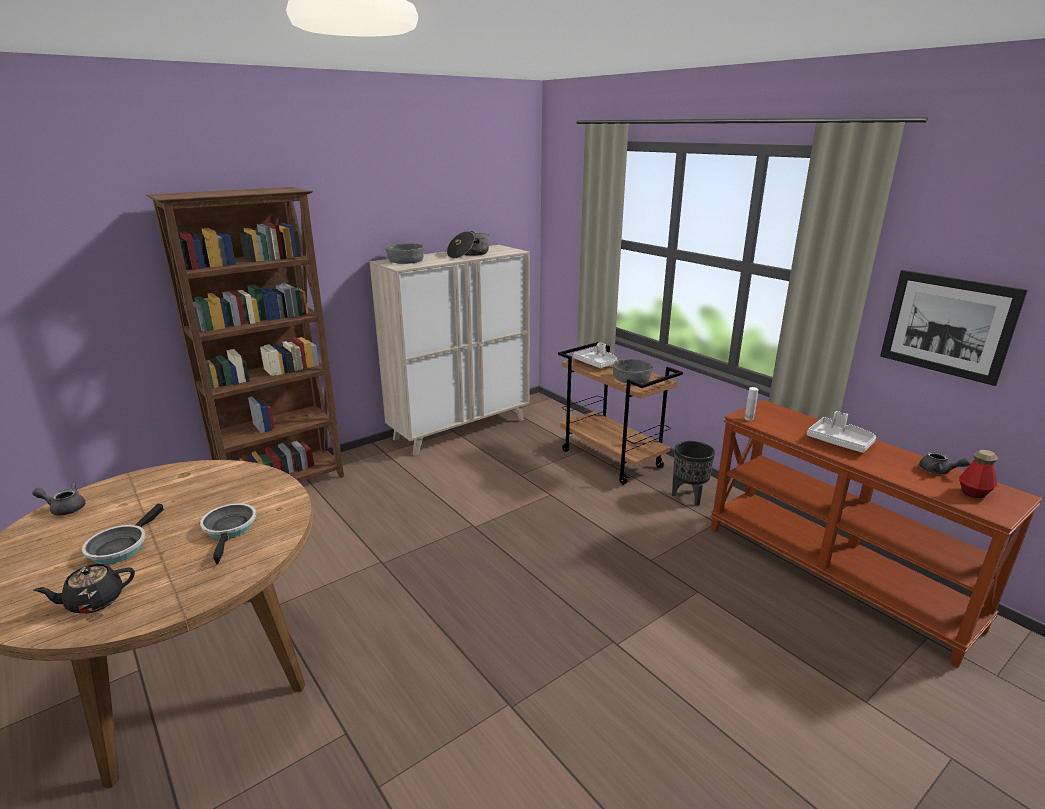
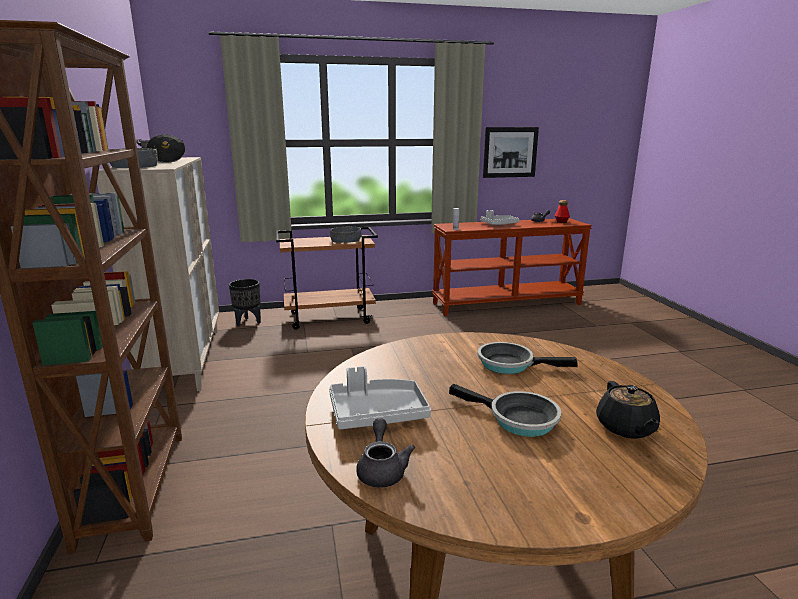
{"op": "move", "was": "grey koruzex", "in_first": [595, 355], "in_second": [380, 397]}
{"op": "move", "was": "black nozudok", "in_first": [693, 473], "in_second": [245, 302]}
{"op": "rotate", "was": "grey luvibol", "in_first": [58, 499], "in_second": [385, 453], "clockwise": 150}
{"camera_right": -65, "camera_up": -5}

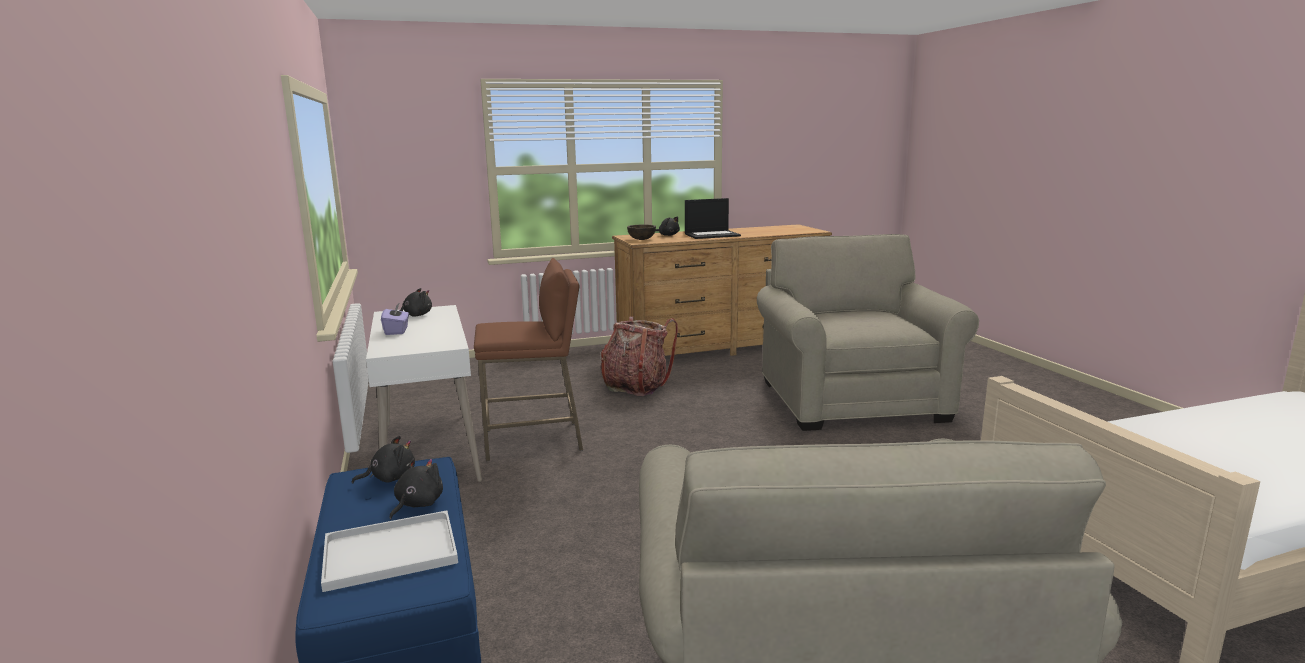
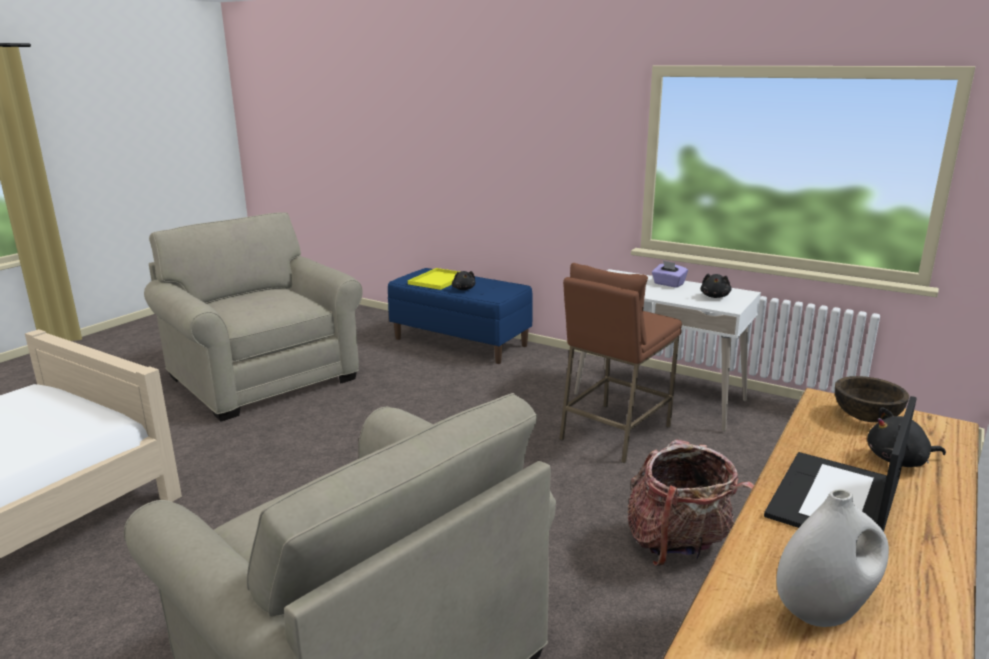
{"op": "delete", "was": "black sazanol", "in_first": [383, 460]}
{"op": "recolor", "was": "white koruzex", "now": "yellow koruzex", "in_first": [389, 551], "in_second": [434, 279]}
{"op": "insert", "now": "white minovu", "in_second": [833, 558]}
{"camera_right": 140, "camera_up": 5}

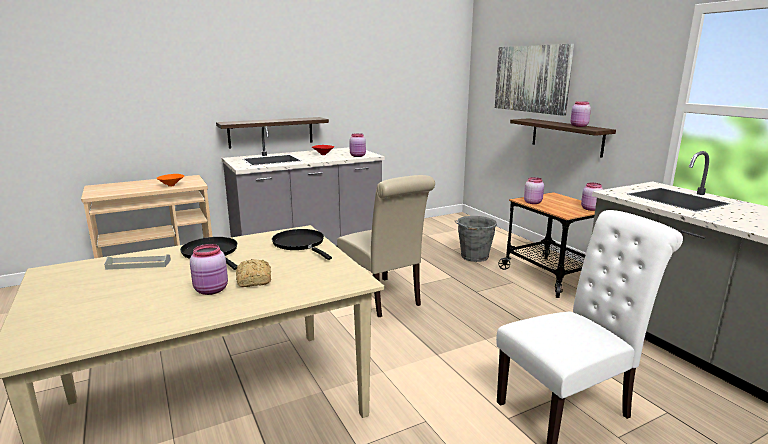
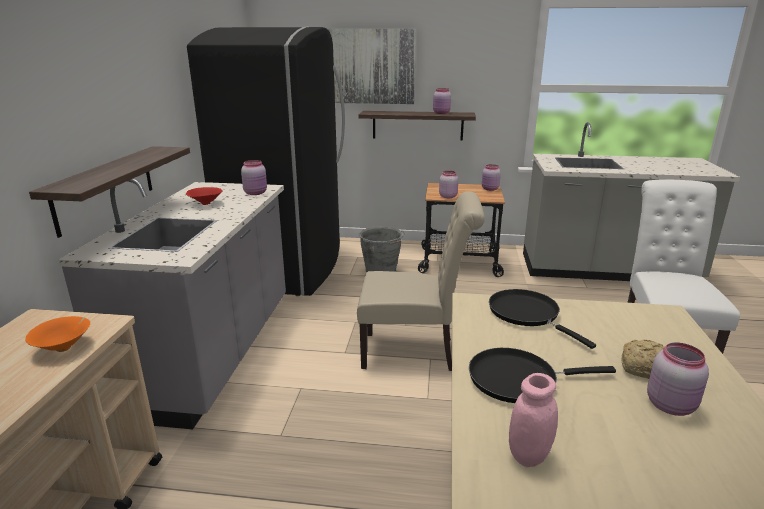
{"op": "rotate", "was": "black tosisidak", "in_first": [302, 244], "in_second": [542, 319], "clockwise": 60}
{"op": "replace", "was": "grey koruzex", "now": "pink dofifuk", "in_first": [137, 262], "in_second": [533, 420]}
{"op": "insert", "now": "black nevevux", "in_second": [266, 161]}
{"camera_right": -55, "camera_up": 5}

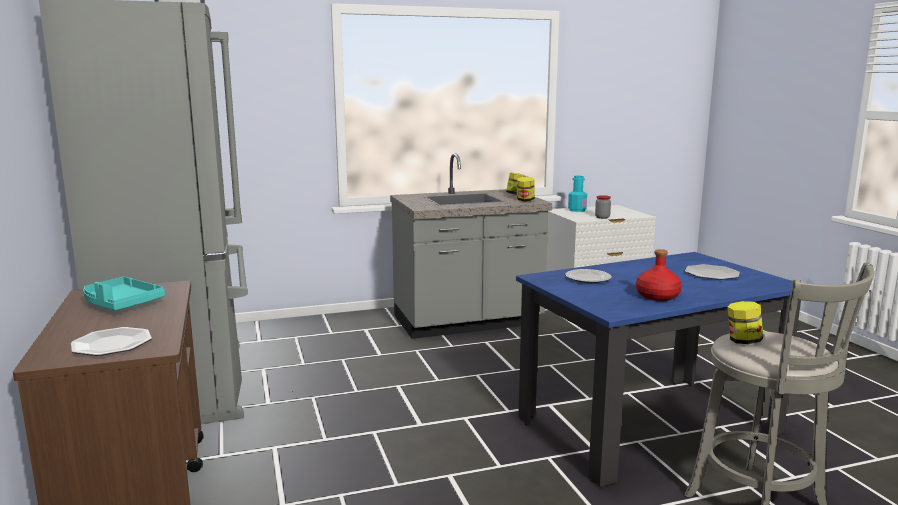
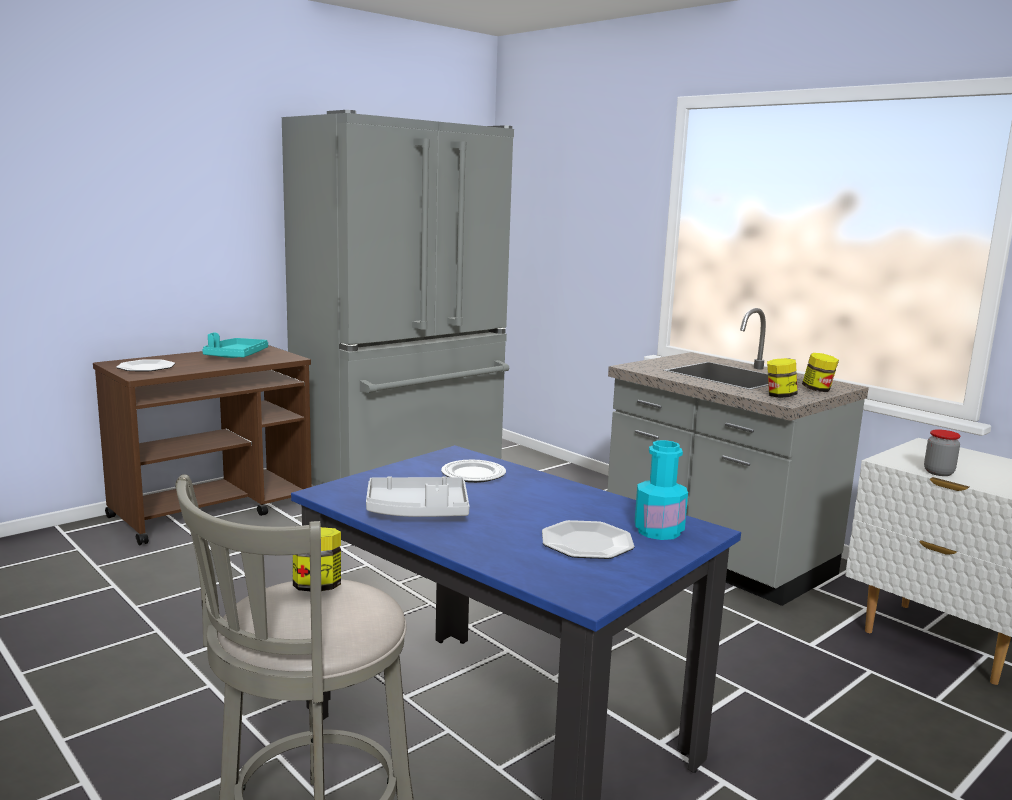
{"op": "move", "was": "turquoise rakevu", "in_first": [577, 194], "in_second": [661, 490]}
{"op": "replace", "was": "red rakevu", "now": "grey koruzex", "in_first": [659, 275], "in_second": [418, 496]}
{"camera_right": 65, "camera_up": 0}

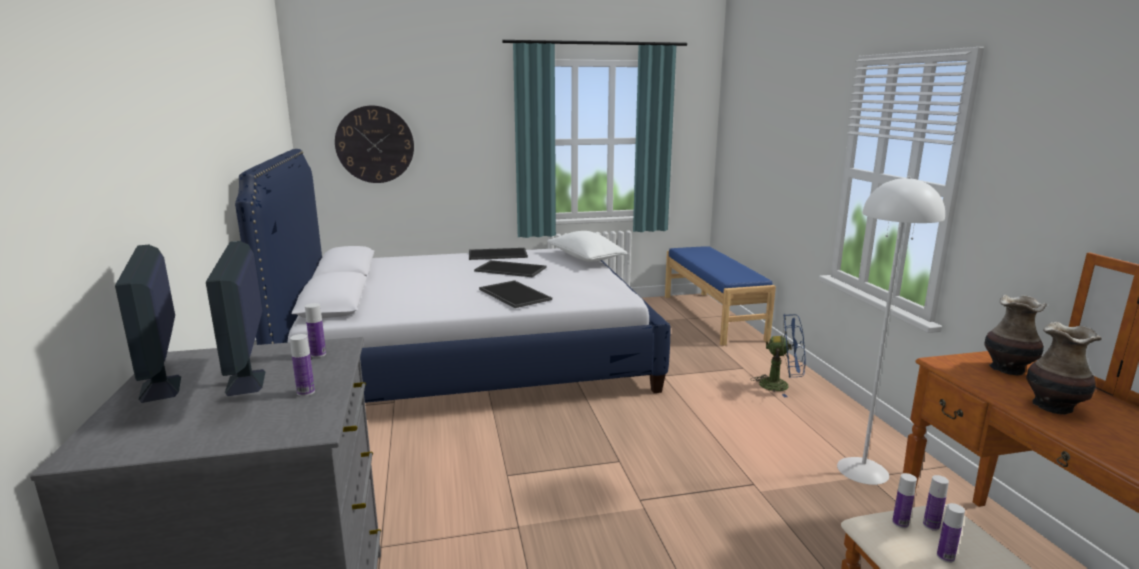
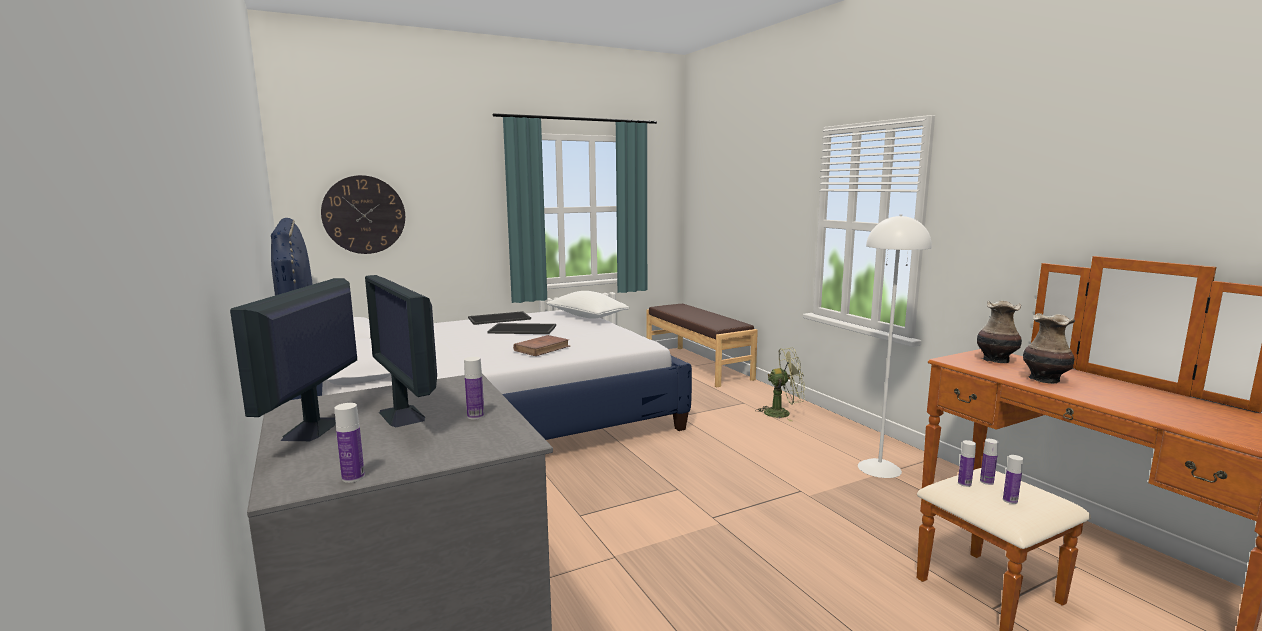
{"op": "rotate", "was": "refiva", "in_first": [148, 324], "in_second": [293, 359], "clockwise": 45}
{"op": "recolor", "was": "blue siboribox", "now": "brown siboribox", "in_first": [720, 296], "in_second": [702, 345]}
{"op": "replace", "was": "koruzex", "now": "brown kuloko", "in_first": [515, 294], "in_second": [541, 345]}
{"op": "move", "was": "rakevu", "in_first": [315, 330], "in_second": [349, 443]}
{"op": "recolor", "was": "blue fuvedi", "now": "green fuvedi", "in_first": [778, 355], "in_second": [780, 385]}
{"camera_right": -15, "camera_up": -5}

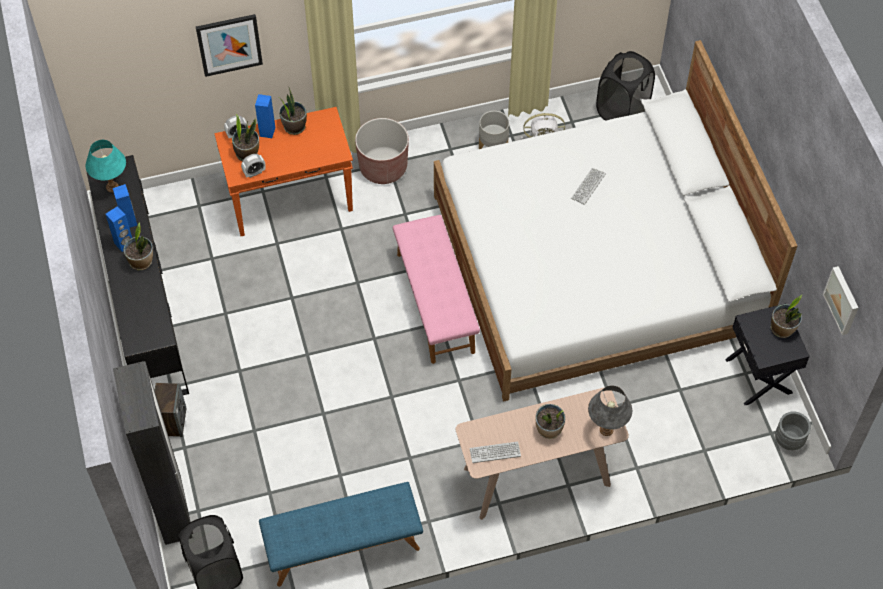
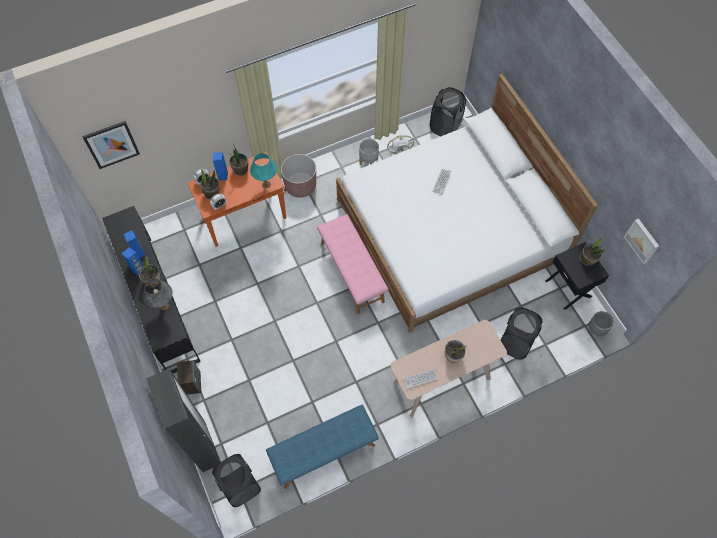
{"op": "move", "was": "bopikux", "in_first": [229, 45], "in_second": [111, 145]}
{"op": "move", "was": "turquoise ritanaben", "in_first": [105, 166], "in_second": [263, 170]}
{"op": "move", "was": "grey ritanaben", "in_first": [610, 411], "in_second": [158, 295]}
{"op": "insert", "now": "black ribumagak", "in_second": [522, 333]}
{"camera_right": -10, "camera_up": 5}

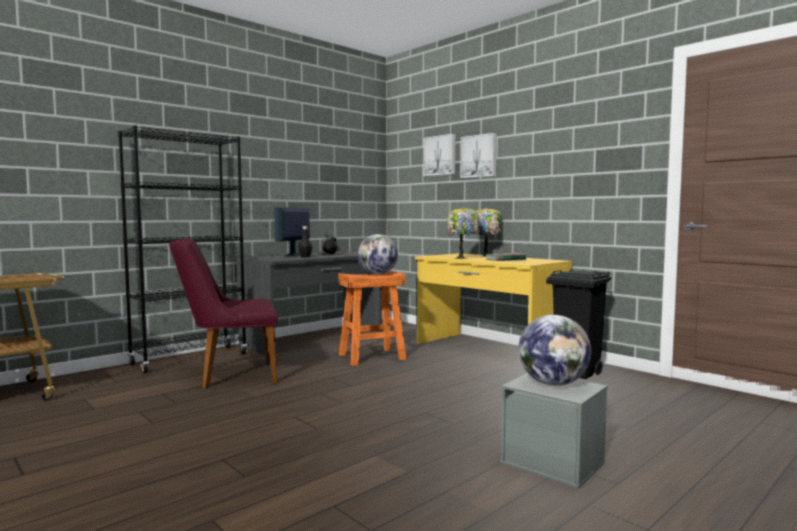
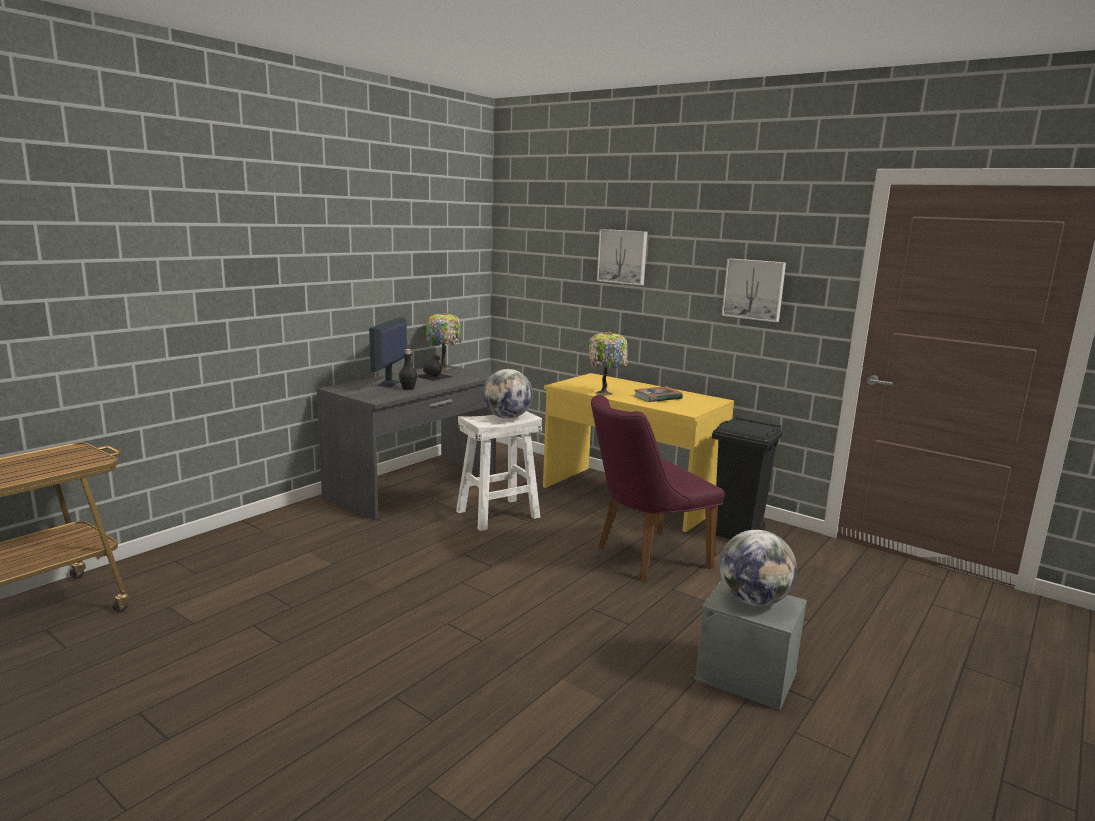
{"op": "delete", "was": "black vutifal", "in_first": [182, 249]}
{"op": "move", "was": "bopikux", "in_first": [439, 155], "in_second": [754, 290]}
{"op": "move", "was": "ritanaben", "in_first": [489, 232], "in_second": [443, 341]}
{"op": "move", "was": "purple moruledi", "in_first": [223, 313], "in_second": [658, 488]}
{"op": "recolor", "was": "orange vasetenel", "now": "white vasetenel", "in_first": [372, 318], "in_second": [499, 471]}
{"camera_right": -10, "camera_up": 10}

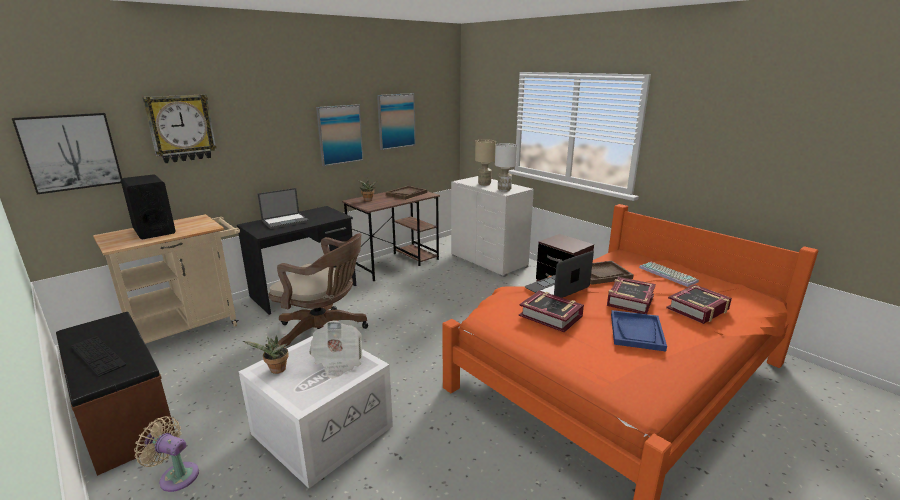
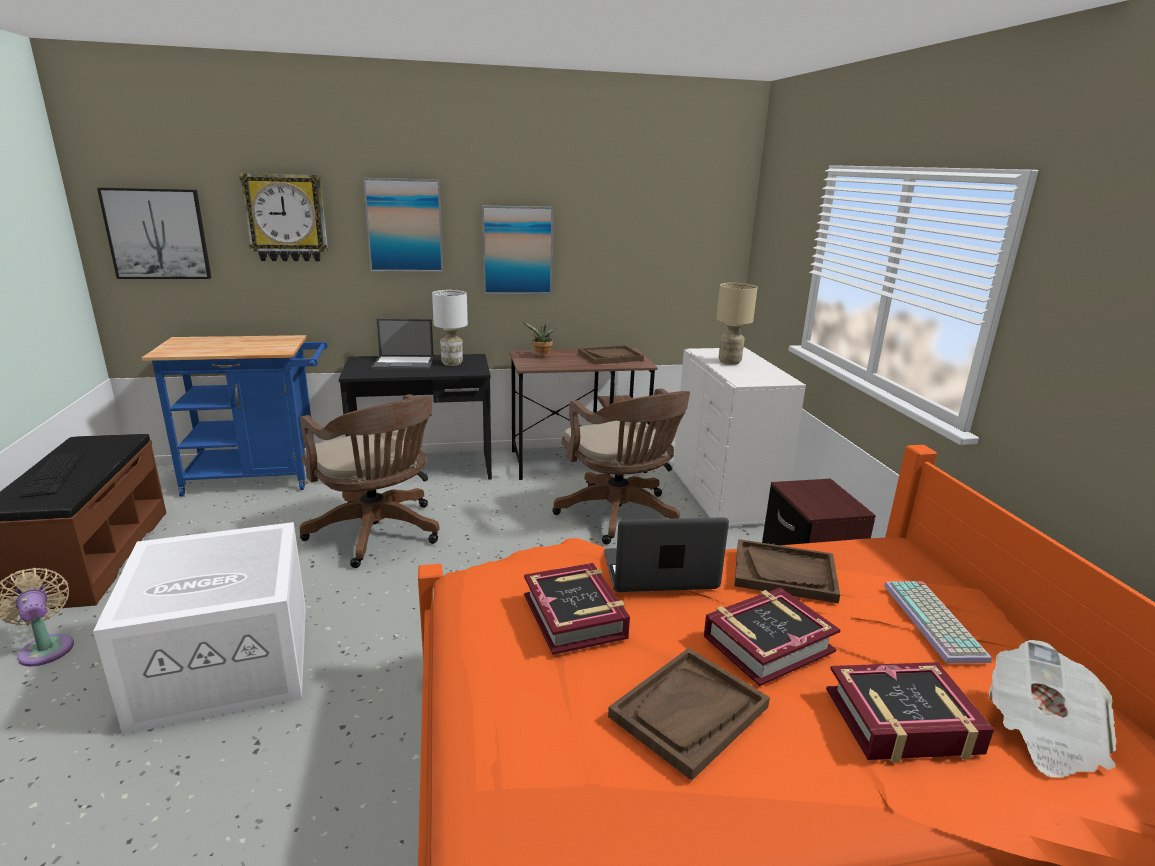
{"op": "move", "was": "bopikux", "in_first": [396, 121], "in_second": [403, 225]}
{"op": "move", "was": "white ritanaben", "in_first": [506, 167], "in_second": [450, 328]}
{"op": "delete", "was": "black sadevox", "in_first": [148, 206]}
{"op": "recolor", "was": "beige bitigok", "now": "blue bitigok", "in_first": [166, 279], "in_second": [235, 416]}
{"op": "recolor", "was": "blue koruzex", "now": "brown koruzex", "in_first": [639, 330], "in_second": [689, 714]}
{"op": "move", "was": "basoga", "in_first": [335, 349], "in_second": [1052, 709]}
{"op": "delete", "was": "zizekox", "in_first": [266, 355]}
{"op": "insert", "now": "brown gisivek", "in_second": [621, 466]}
{"camera_right": 30, "camera_up": 0}

